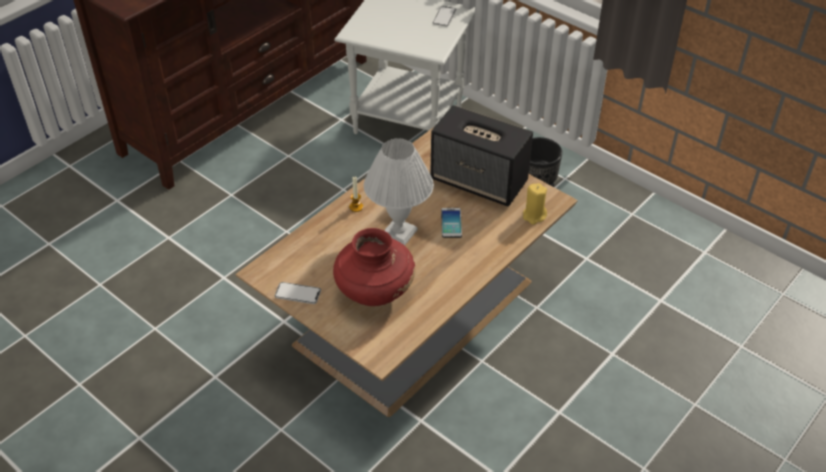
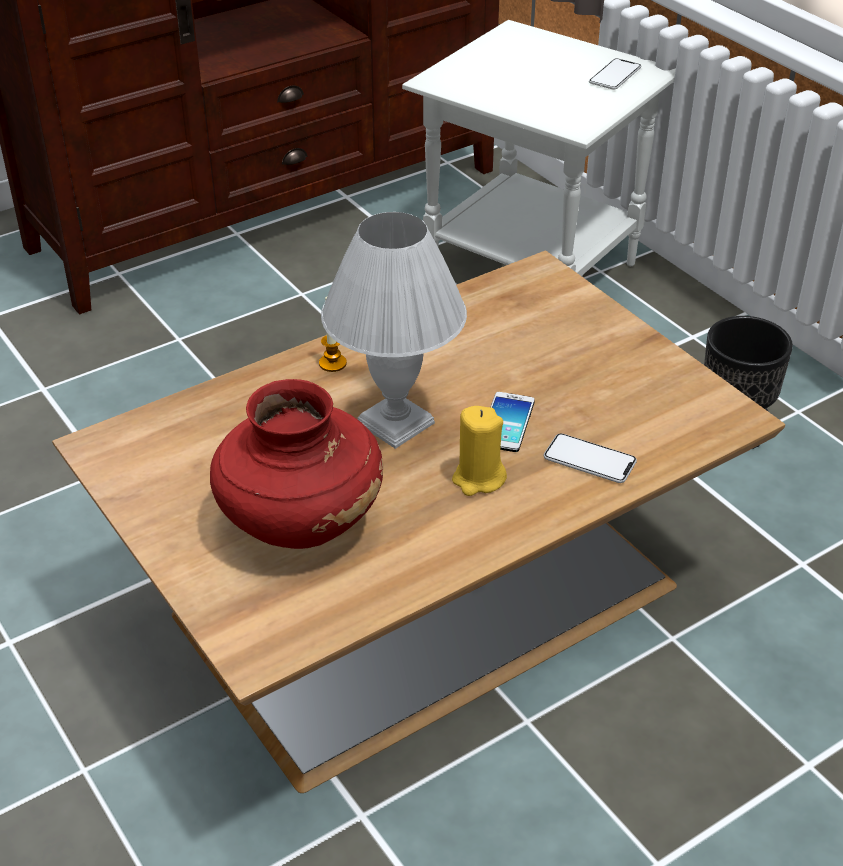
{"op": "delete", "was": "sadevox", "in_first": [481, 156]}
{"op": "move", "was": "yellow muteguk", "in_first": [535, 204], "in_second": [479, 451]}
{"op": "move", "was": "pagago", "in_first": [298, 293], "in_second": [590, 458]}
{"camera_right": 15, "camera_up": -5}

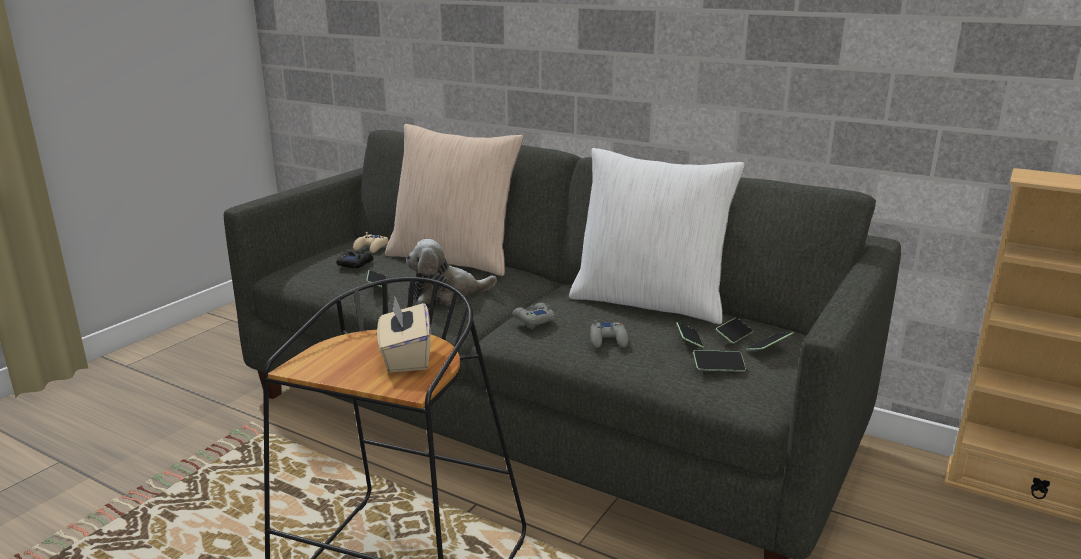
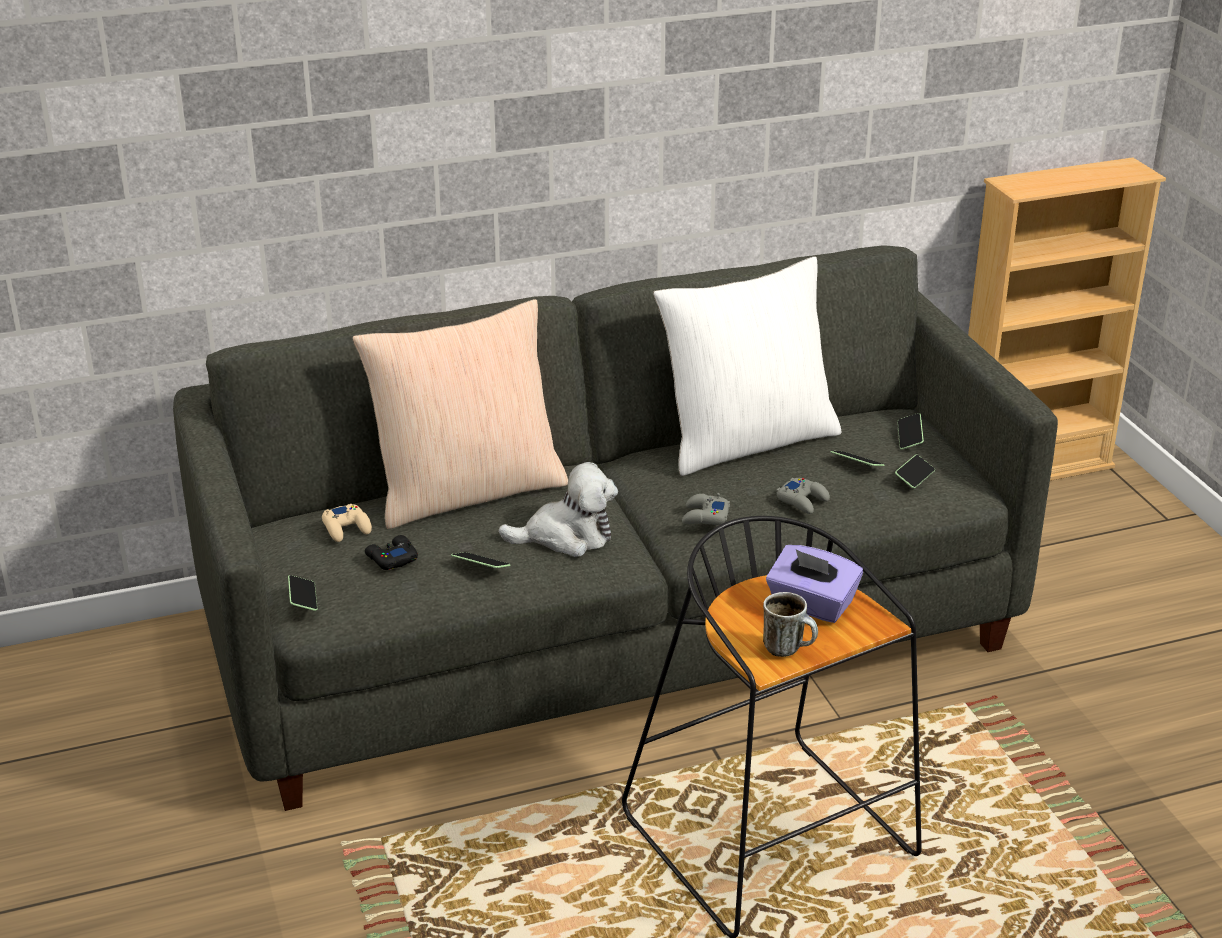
{"op": "rotate", "was": "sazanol", "in_first": [451, 272], "in_second": [558, 509], "clockwise": -120}
{"op": "recolor", "was": "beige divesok", "now": "purple divesok", "in_first": [404, 334], "in_second": [814, 584]}
{"op": "move", "was": "pagago", "in_first": [734, 330], "in_second": [303, 593]}
{"op": "insert", "now": "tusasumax", "in_second": [790, 624]}
{"camera_right": -50, "camera_up": 10}

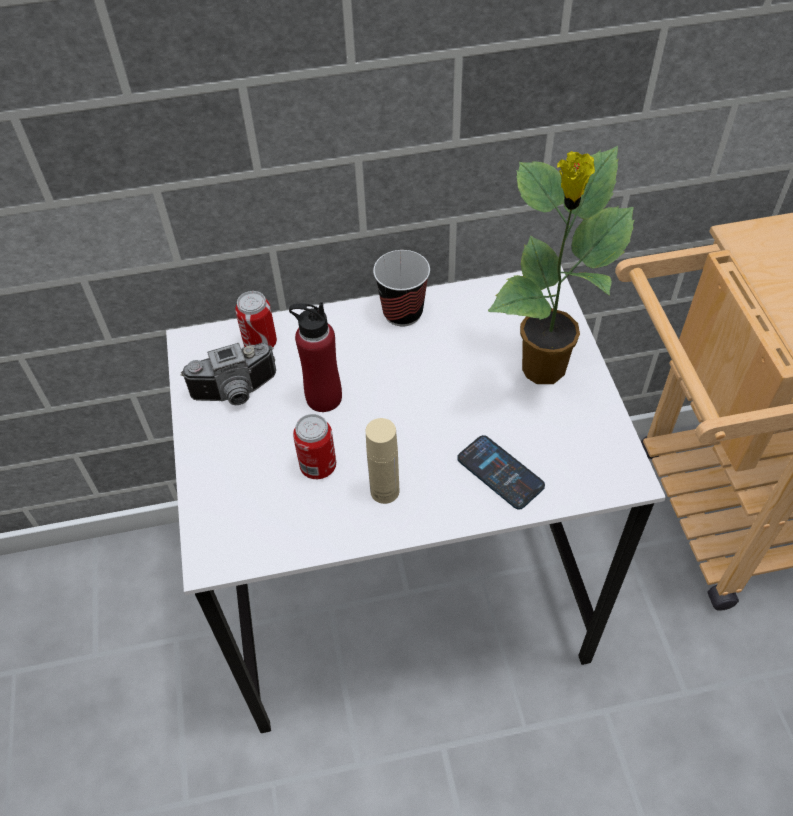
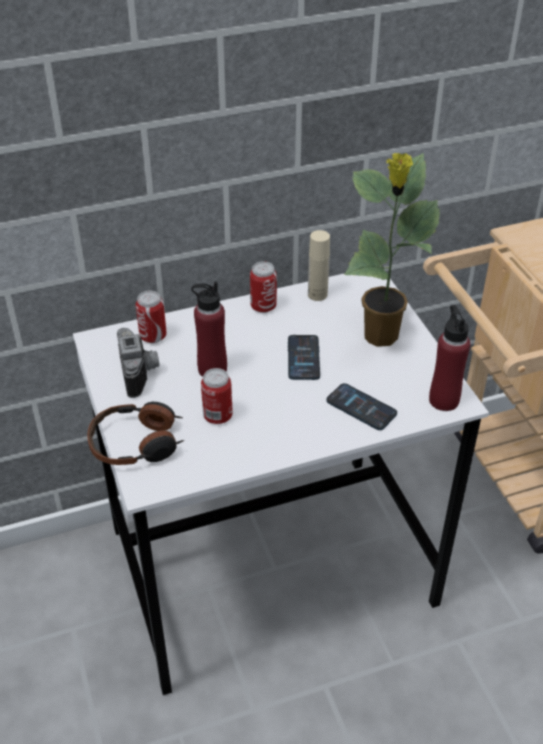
{"op": "replace", "was": "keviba", "now": "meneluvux", "in_first": [401, 288], "in_second": [263, 287]}
{"op": "rotate", "was": "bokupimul", "in_first": [228, 374], "in_second": [138, 363], "clockwise": -75}
{"op": "move", "was": "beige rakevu", "in_first": [382, 461], "in_second": [319, 265]}
{"op": "insert", "now": "red rakevu", "in_second": [449, 358]}
{"op": "insert", "now": "pagago", "in_second": [304, 357]}
{"op": "insert", "now": "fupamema", "in_second": [135, 433]}
{"camera_right": -10, "camera_up": -10}

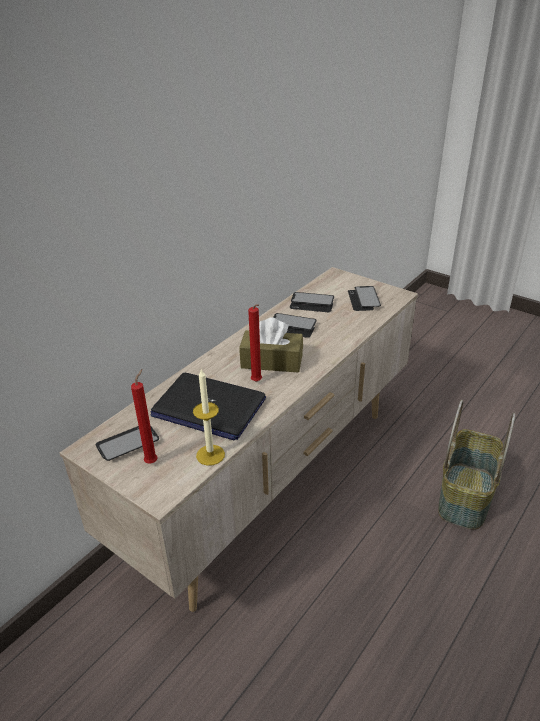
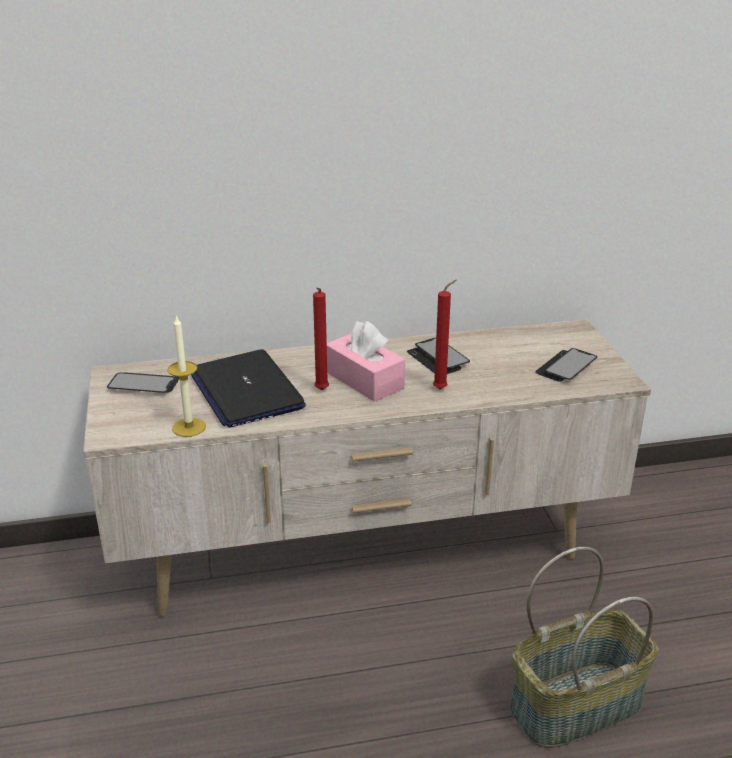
{"op": "delete", "was": "pagago", "in_first": [312, 302]}
{"op": "recolor", "was": "brown divesok", "now": "pink divesok", "in_first": [271, 345], "in_second": [366, 361]}
{"op": "move", "was": "red muteguk", "in_first": [144, 416], "in_second": [444, 334]}
{"camera_right": 40, "camera_up": -5}

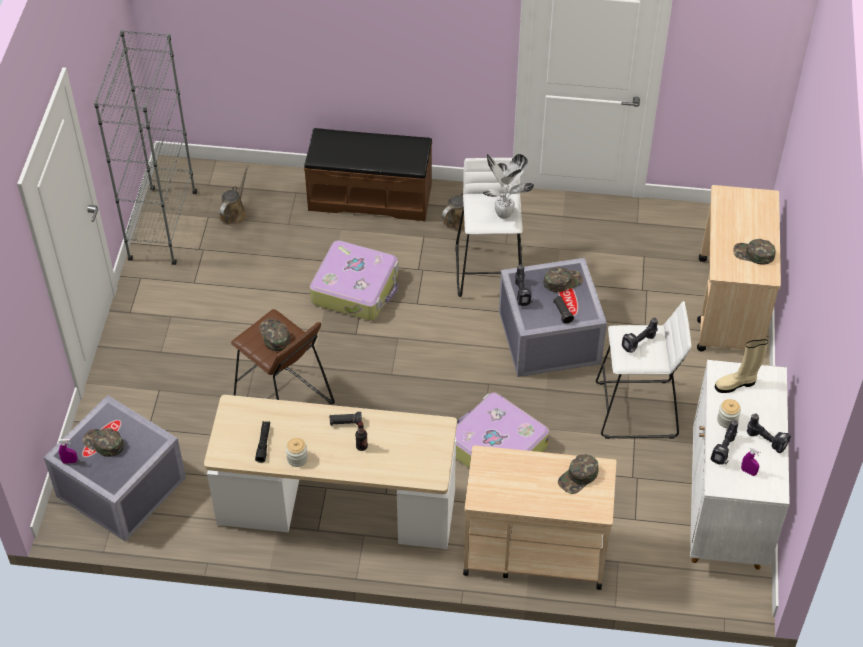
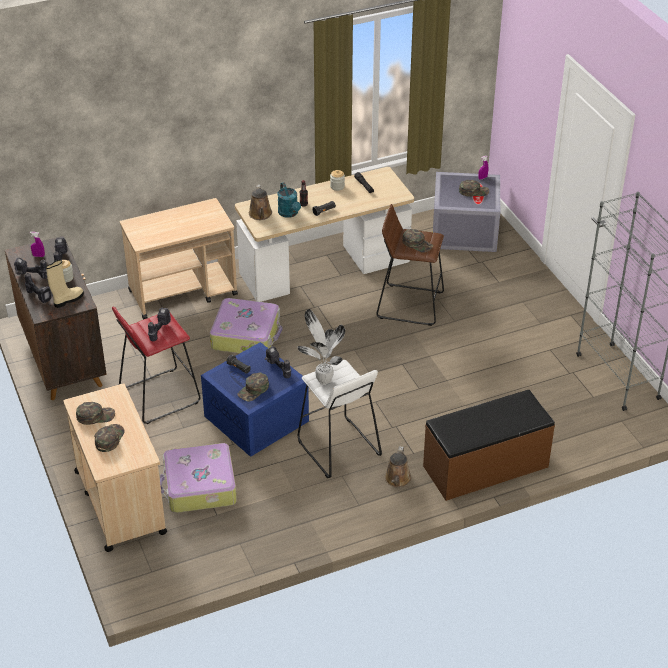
{"op": "move", "was": "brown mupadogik", "in_first": [234, 195], "in_second": [260, 202]}
{"op": "move", "was": "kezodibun", "in_first": [354, 280], "in_second": [198, 478]}
{"op": "recolor", "was": "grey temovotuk", "now": "blue temovotuk", "in_first": [553, 317], "in_second": [255, 399]}
{"op": "recolor", "was": "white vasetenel", "now": "red vasetenel", "in_first": [643, 370], "in_second": [156, 365]}
{"op": "recolor", "was": "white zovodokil", "now": "brown zovodokil", "in_first": [740, 465], "in_second": [56, 318]}
{"op": "move", "was": "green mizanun", "in_first": [578, 474], "in_second": [110, 438]}
{"op": "insert", "now": "turquoise mupadogik", "in_second": [289, 200]}
{"op": "insert", "now": "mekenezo", "in_second": [39, 288]}
{"camera_right": 150, "camera_up": -10}

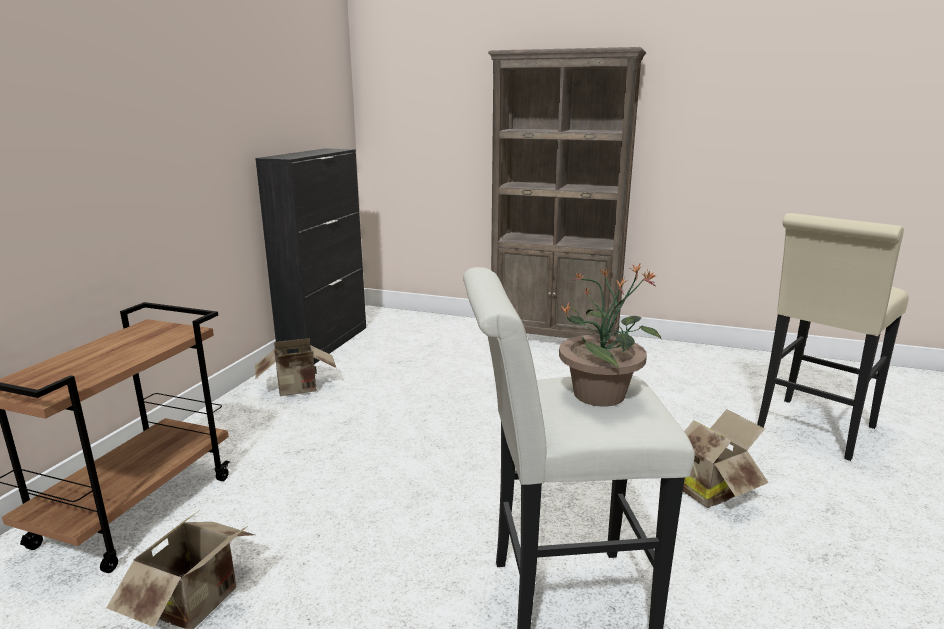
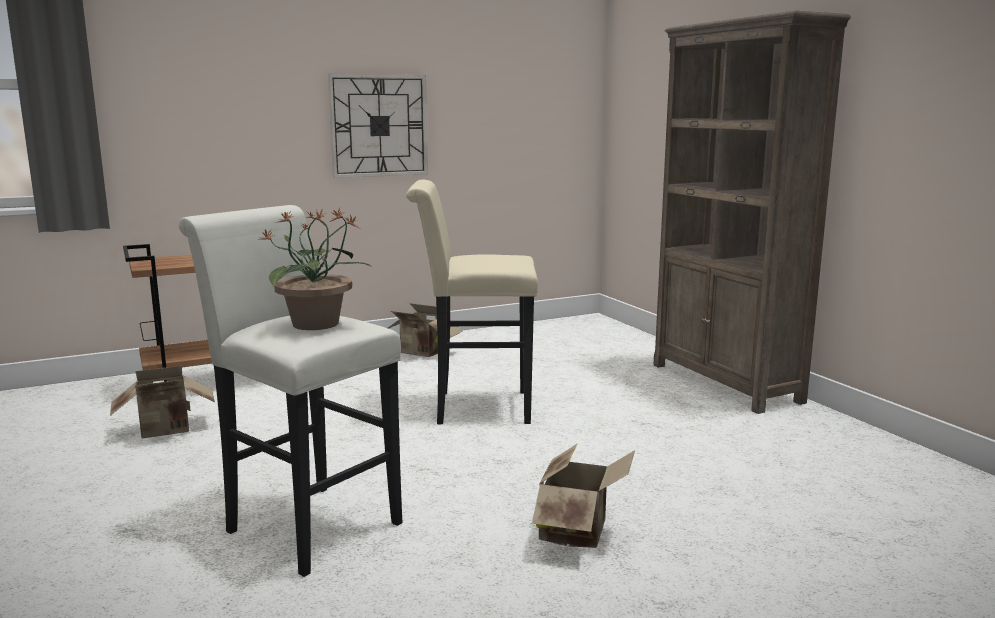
{"op": "delete", "was": "black zovodokil", "in_first": [310, 256]}
{"op": "move", "was": "beige vasetenel", "in_first": [833, 337], "in_second": [472, 302]}
{"op": "insert", "now": "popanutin", "in_second": [378, 126]}
{"camera_right": 45, "camera_up": -5}

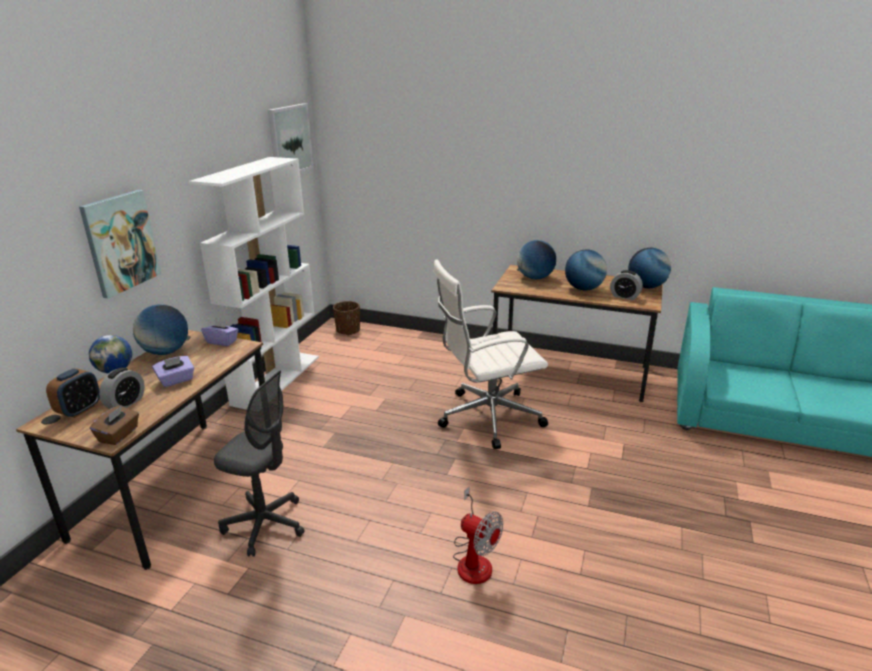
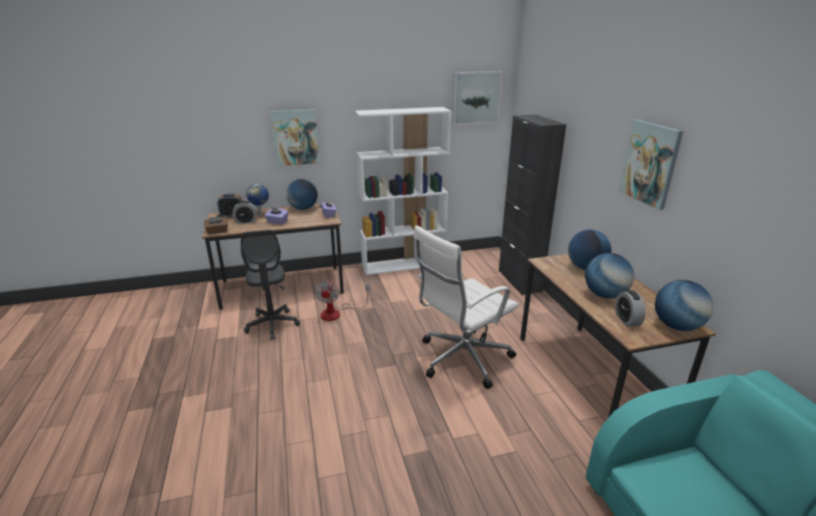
{"op": "rotate", "was": "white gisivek", "in_first": [490, 354], "in_second": [466, 307], "clockwise": -75}
{"op": "delete", "was": "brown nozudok", "in_first": [346, 318]}
{"op": "move", "was": "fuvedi", "in_first": [478, 535], "in_second": [342, 300]}
{"op": "insert", "now": "black zovodokil", "in_second": [532, 204]}
{"op": "insert", "now": "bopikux", "in_second": [651, 164]}
{"camera_right": 55, "camera_up": 0}

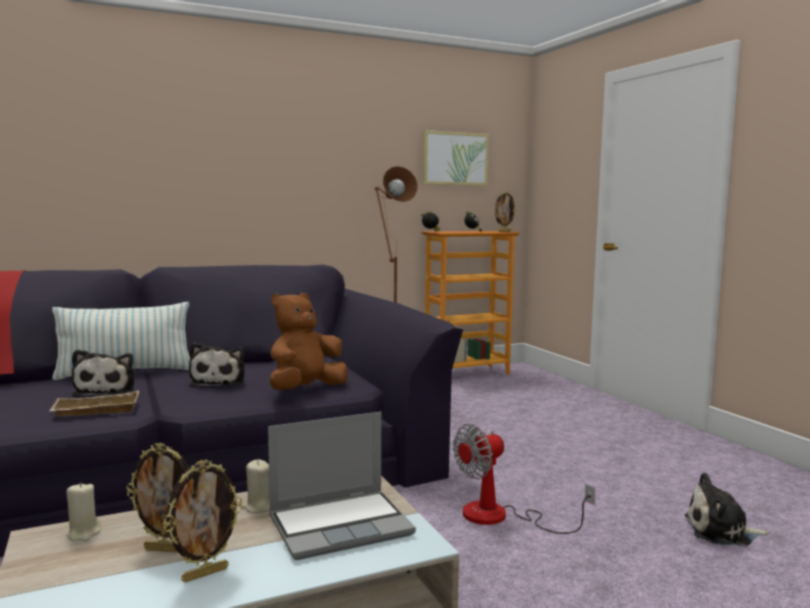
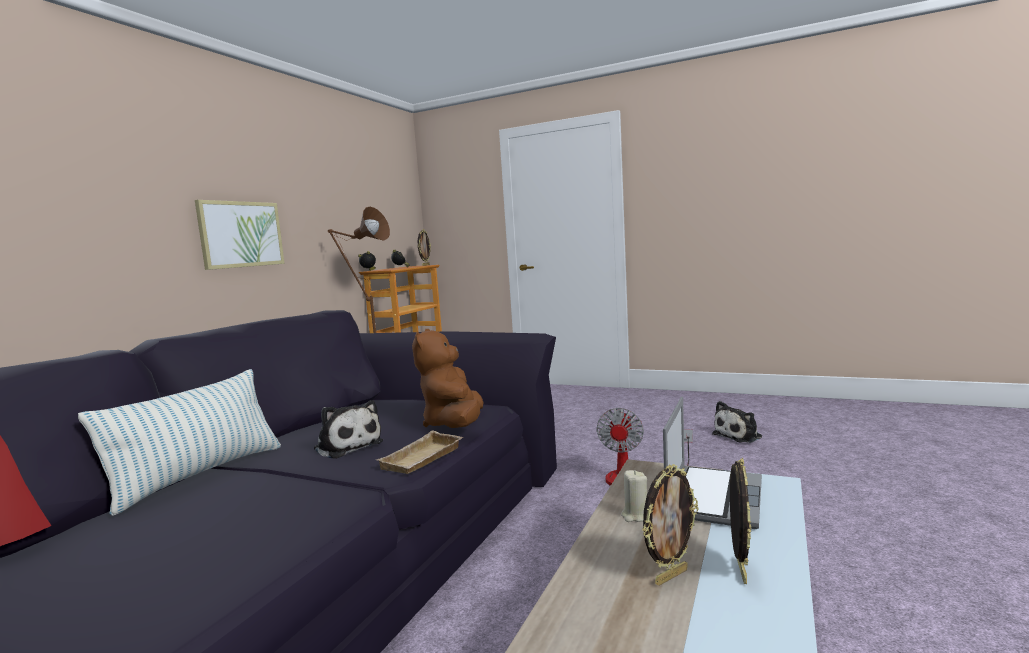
{"op": "move", "was": "bopikux", "in_first": [456, 158], "in_second": [240, 235]}
{"op": "delete", "was": "sazanol", "in_first": [103, 373]}
{"op": "move", "was": "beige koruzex", "in_first": [94, 403], "in_second": [419, 452]}
{"op": "delete", "was": "beige muteguk", "in_first": [83, 511]}
{"camera_right": -40, "camera_up": 0}

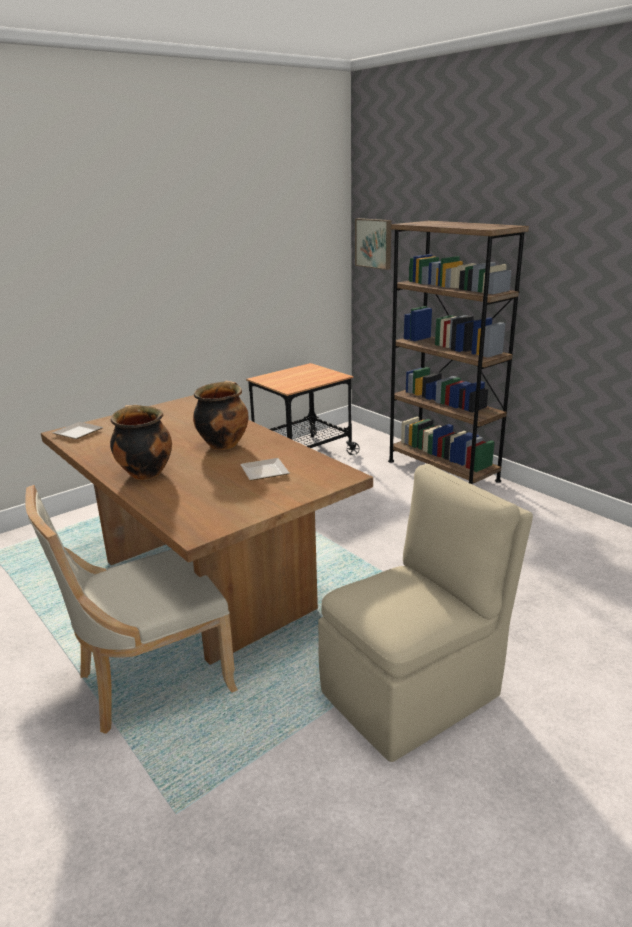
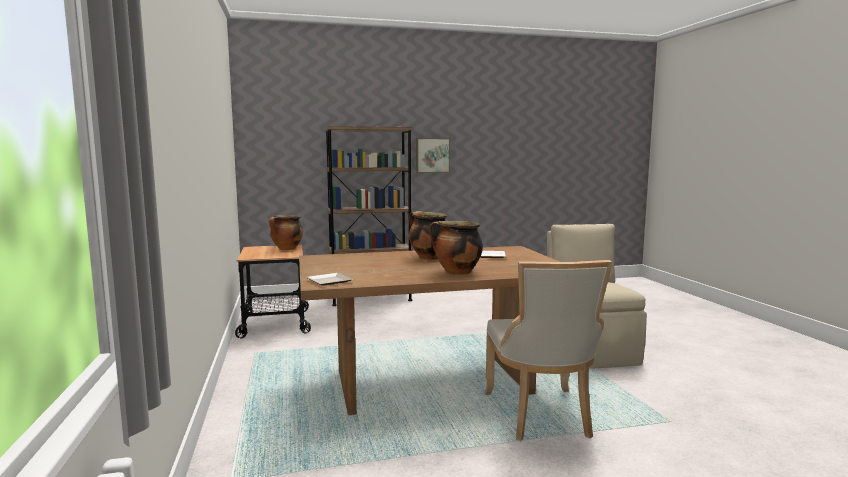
{"op": "move", "was": "bopikux", "in_first": [373, 244], "in_second": [433, 155]}
{"op": "insert", "now": "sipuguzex", "in_second": [286, 232]}
{"camera_right": -65, "camera_up": -15}

